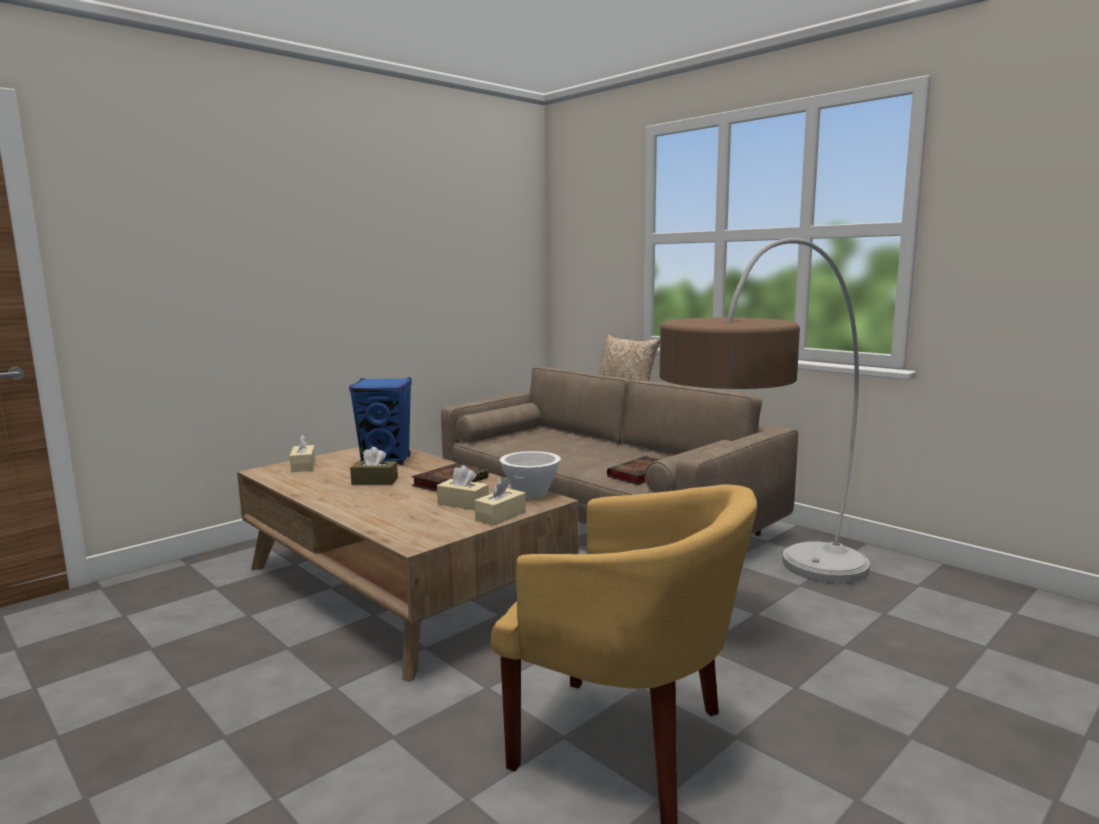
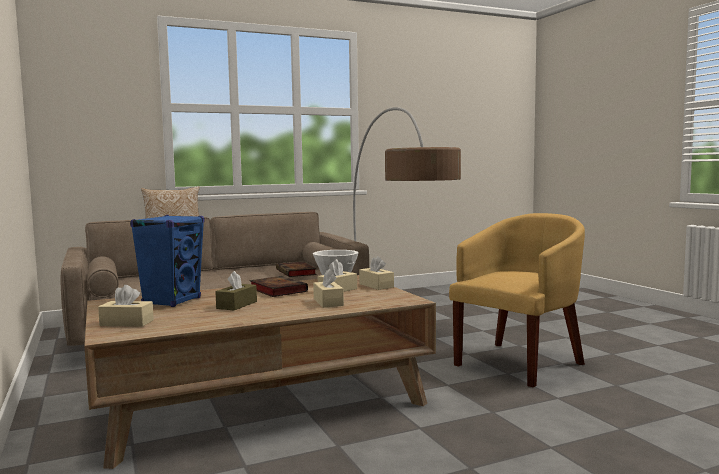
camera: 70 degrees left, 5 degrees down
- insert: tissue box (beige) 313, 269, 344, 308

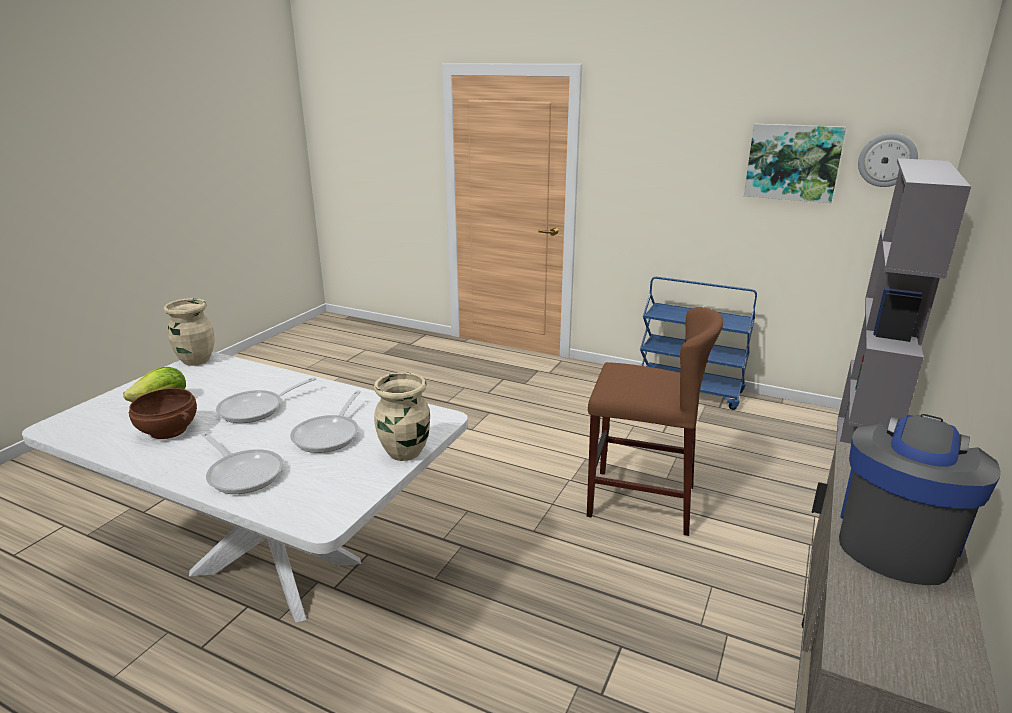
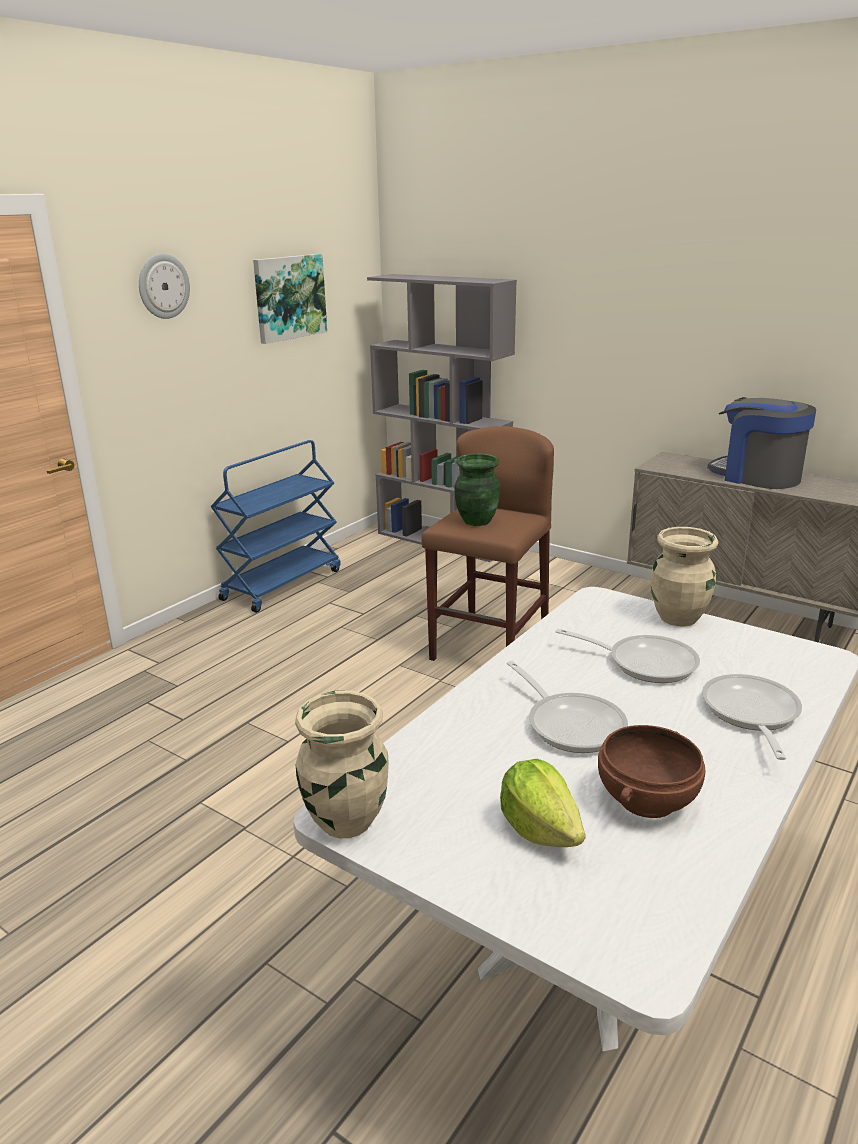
camera: 80 degrees left, 0 degrees up
- insert: decorative vase (greenish) 455, 453, 500, 526
- move: clock on the wall 858, 133, 918, 187 to 139, 253, 190, 319
- rotate: skillet 201, 432, 283, 494 = 702, 674, 802, 760 45 degrees counterclockwise

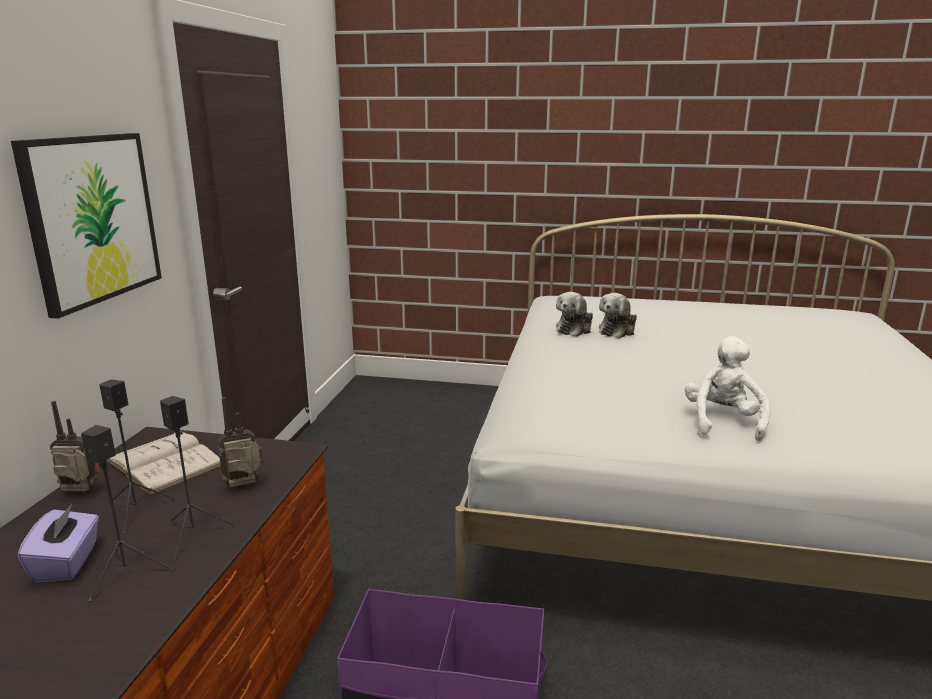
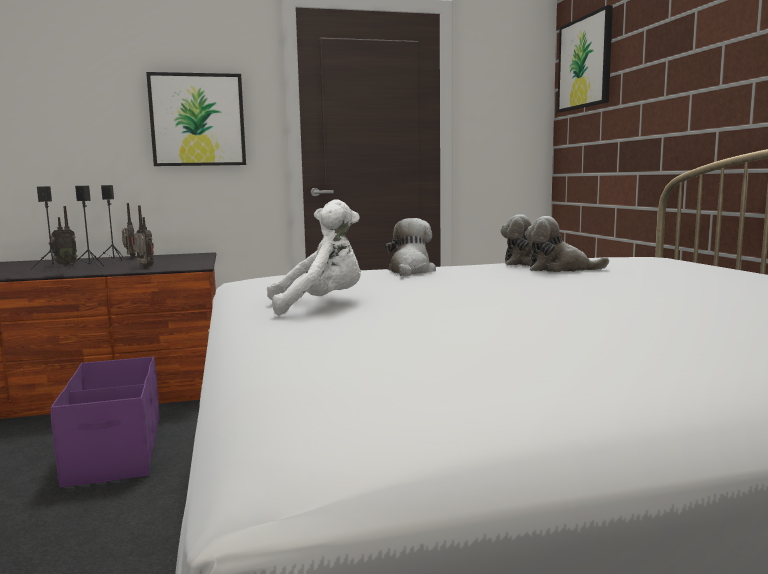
camera: 65 degrees right, 10 degrees down
- delete: book (whitish) 107, 431, 221, 496
- insert: soft toy 385, 218, 436, 276
- insert: wall picture 557, 5, 613, 112
- replace: tissue box (purplish) 17, 504, 99, 583 to radio receiver 49, 206, 78, 265

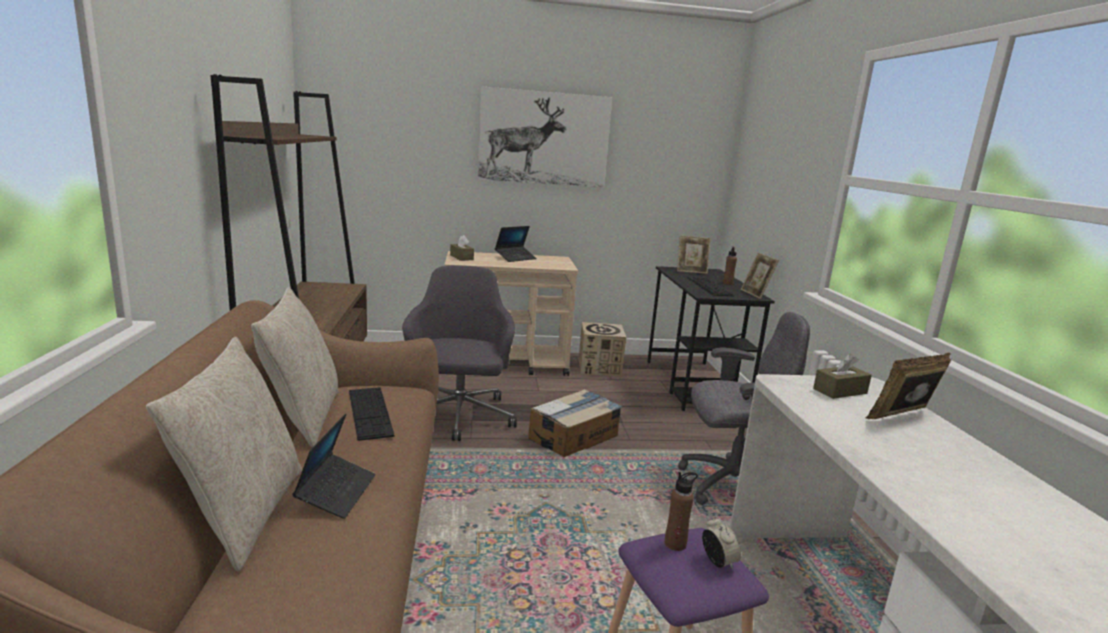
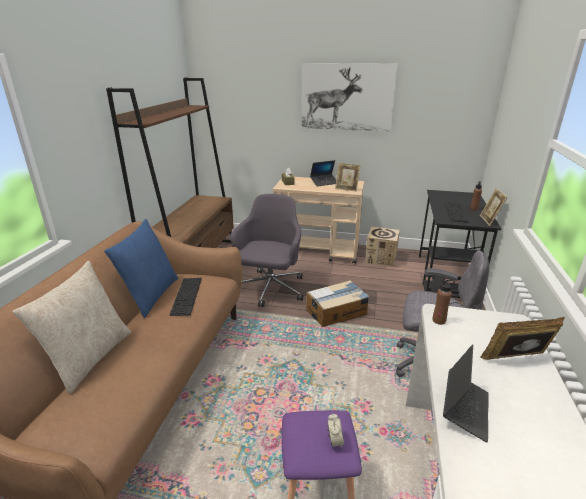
camera: 20 degrees right, 10 degrees up
- delete: tissue box (brownish) 813, 354, 872, 399
- move: notebook computer 292, 414, 376, 519 to 443, 344, 489, 443
- move: beverage bottle (brownish) 665, 472, 698, 551 to 432, 279, 455, 325
- move: photo frame 677, 235, 711, 274 to 335, 163, 361, 192
- recolor: throw pillow (beige) 251, 287, 339, 448 to throw pillow (blue) 104, 219, 178, 318

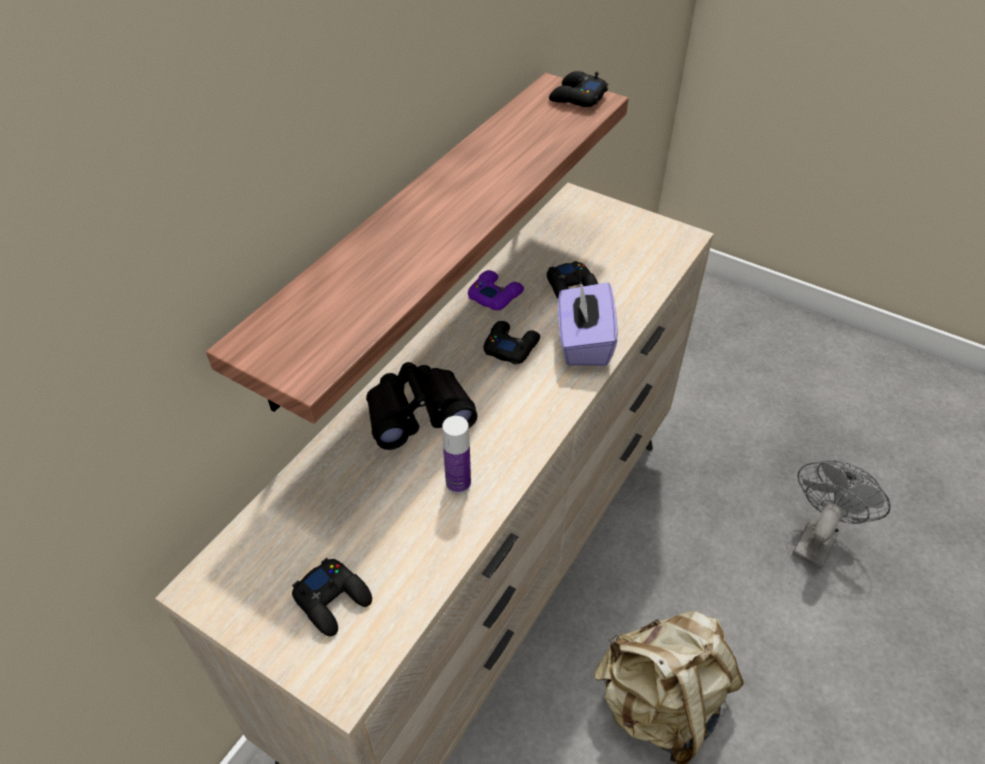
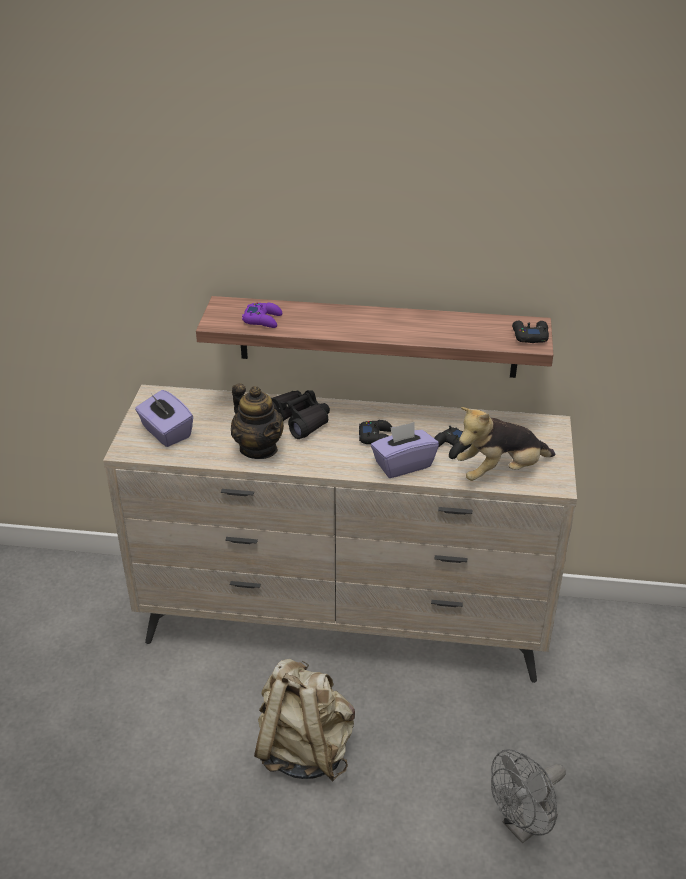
camera: 65 degrees right, 10 degrees down
- insert: soft toy 457, 407, 555, 481
- move: joypad (purplish) 468, 270, 524, 311 to 242, 302, 283, 328
- replace: joypad (black) 292, 558, 372, 636 to tissue box (purplish) 135, 390, 193, 447
- replace: beverage bottle 442, 416, 471, 494 to tea pot 231, 383, 284, 459
- rotate: electric fan (greyish) 792, 460, 891, 569 = 491, 749, 566, 844 135 degrees clockwise

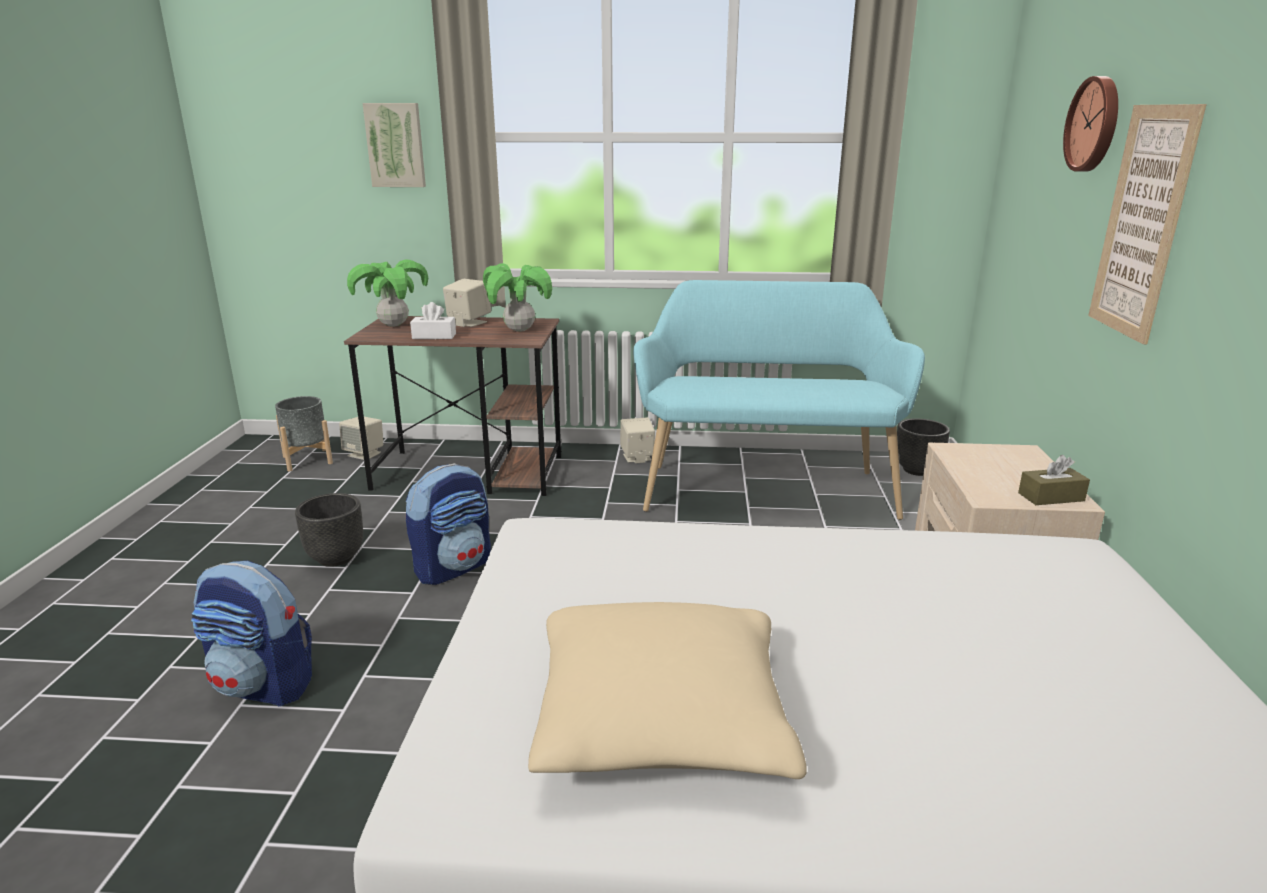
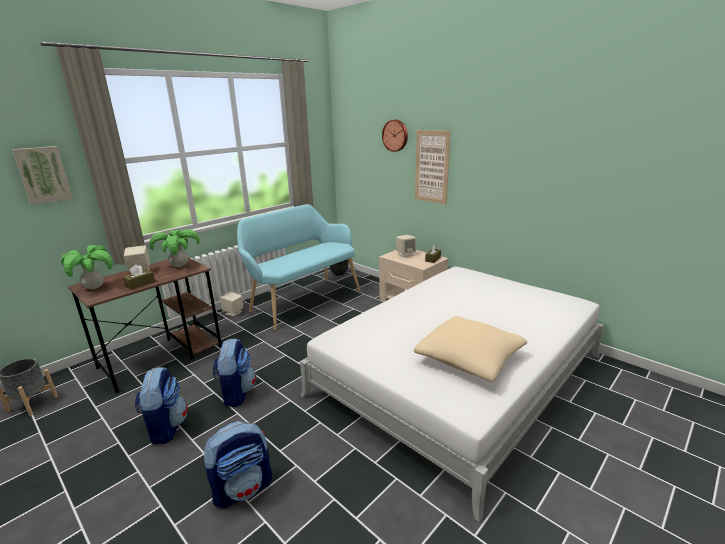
camera: 50 degrees left, 0 degrees up
- move: audio speaker (beige) 339, 417, 383, 460 to 396, 235, 416, 257
- replace: plant pot (black) 295, 493, 363, 567 to rucksack 135, 367, 188, 444
- recolor: tissue box (whitish) 410, 302, 456, 339 to tissue box (brownish) 123, 265, 155, 290

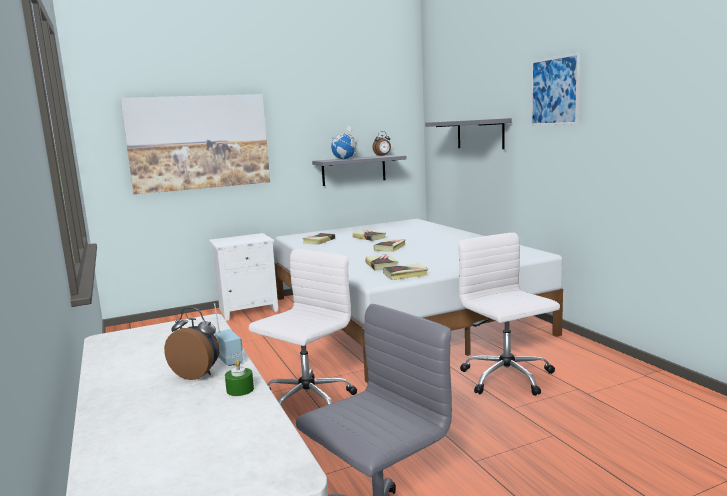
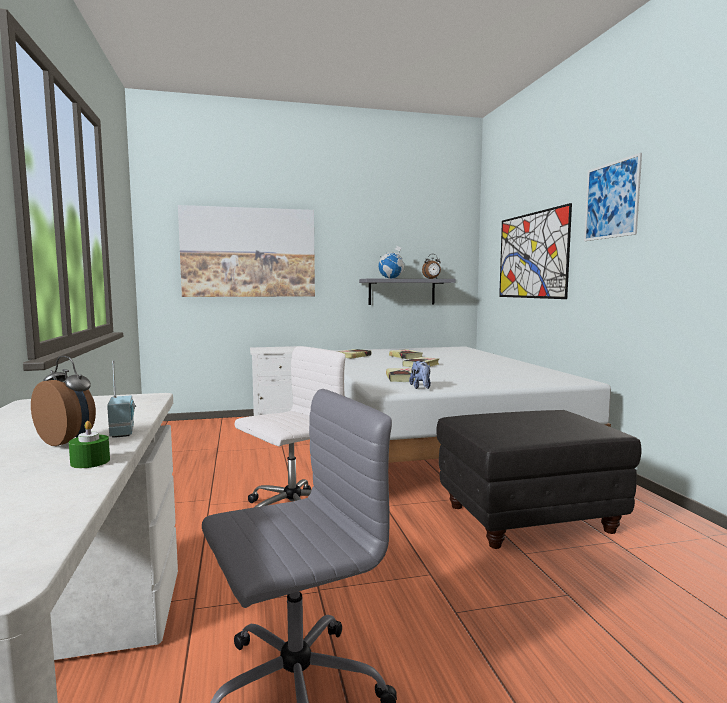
camera: 10 degrees right, 5 degrees down
- replace: book 383, 264, 429, 280 to soft toy 409, 360, 431, 389
- replace: wall shelf (greyish) 425, 118, 512, 149 to wall picture 499, 203, 572, 299
- replace: desk chair (whitish) 458, 233, 560, 396 to ottoman (black) 436, 410, 642, 549

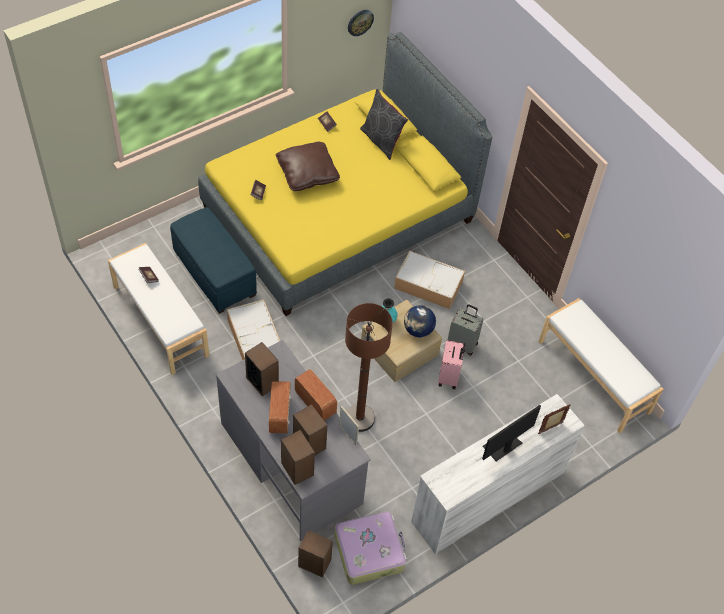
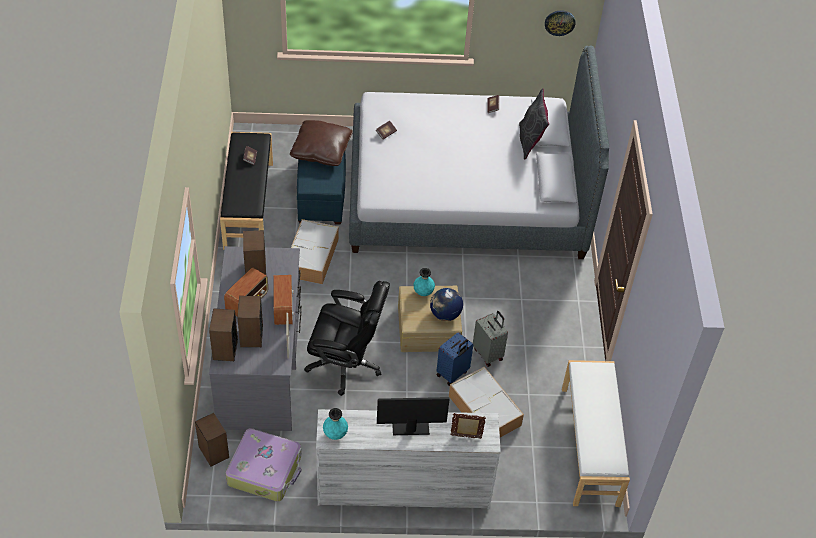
camera: 35 degrees right, 5 degrees down
- insert: decorative vase (turquoise) 323, 408, 348, 440
- move: throw pillow (brownish) 276, 142, 340, 191 to 290, 120, 353, 166
- move: storage box 394, 251, 465, 309 to 449, 367, 524, 438
- replace: standard lamp (brownish) 345, 303, 393, 432 to desk chair (black) 304, 281, 390, 396
- recolor: long seat (whitish) 108, 243, 209, 375 to long seat (black) 220, 132, 273, 250
- recolor: bed (yellowish) 198, 32, 492, 316 to bed (greyish) 349, 45, 609, 259
- recolor: piece of luggage (pink-coloured) 438, 340, 465, 389 to piece of luggage (blue) 437, 332, 473, 386

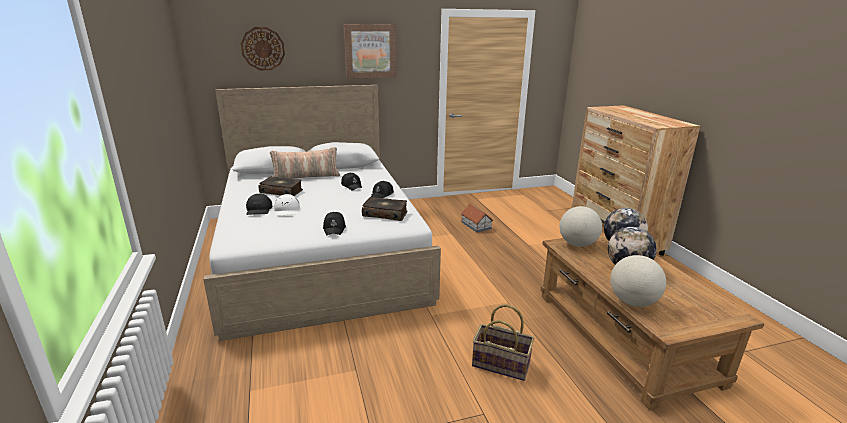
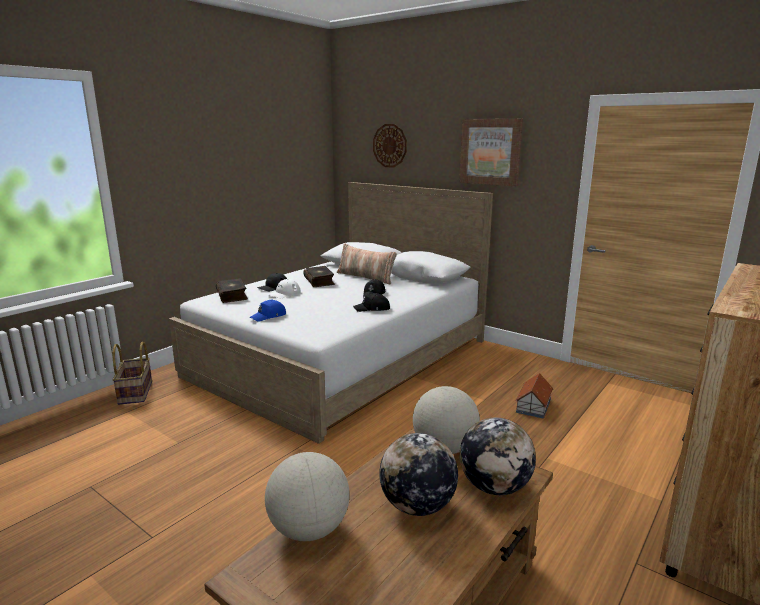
camera: 55 degrees right, 5 degrees down
- move: book 362, 197, 408, 221 to 216, 278, 248, 303
- move: household basket 472, 304, 534, 381 to 112, 342, 152, 405
- recolor: cap (black) 323, 212, 346, 235 to cap (blue) 250, 299, 286, 322

